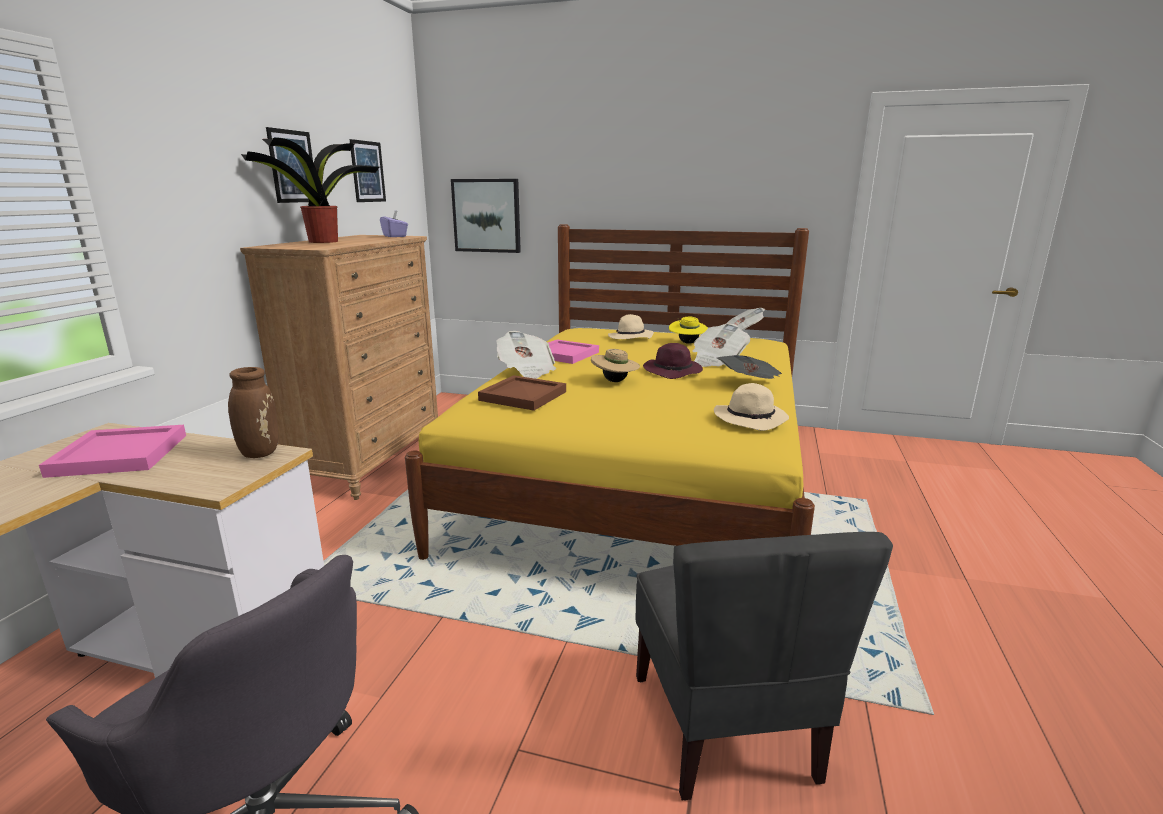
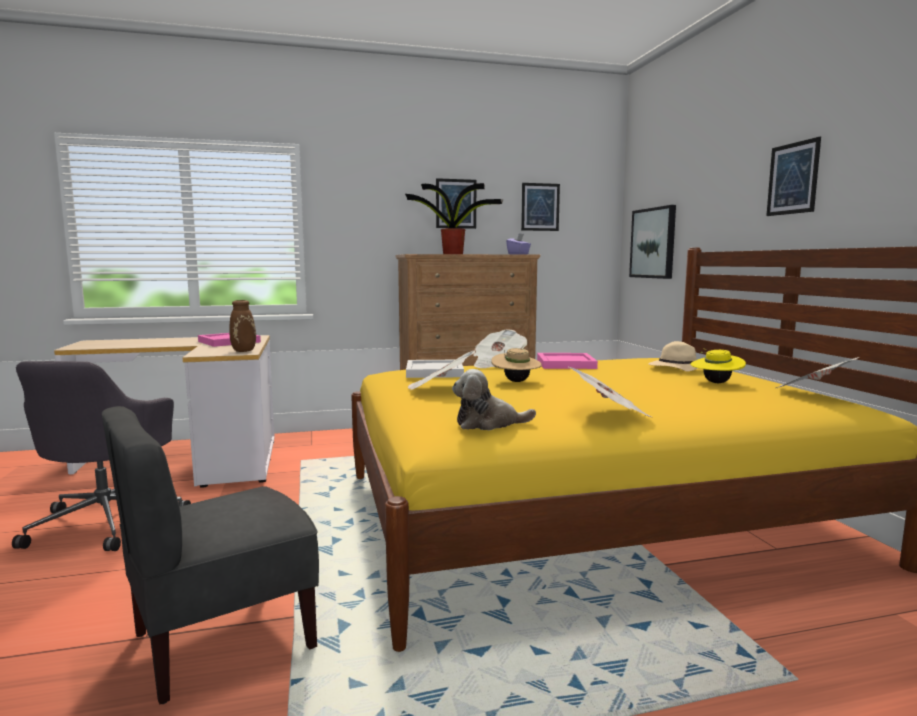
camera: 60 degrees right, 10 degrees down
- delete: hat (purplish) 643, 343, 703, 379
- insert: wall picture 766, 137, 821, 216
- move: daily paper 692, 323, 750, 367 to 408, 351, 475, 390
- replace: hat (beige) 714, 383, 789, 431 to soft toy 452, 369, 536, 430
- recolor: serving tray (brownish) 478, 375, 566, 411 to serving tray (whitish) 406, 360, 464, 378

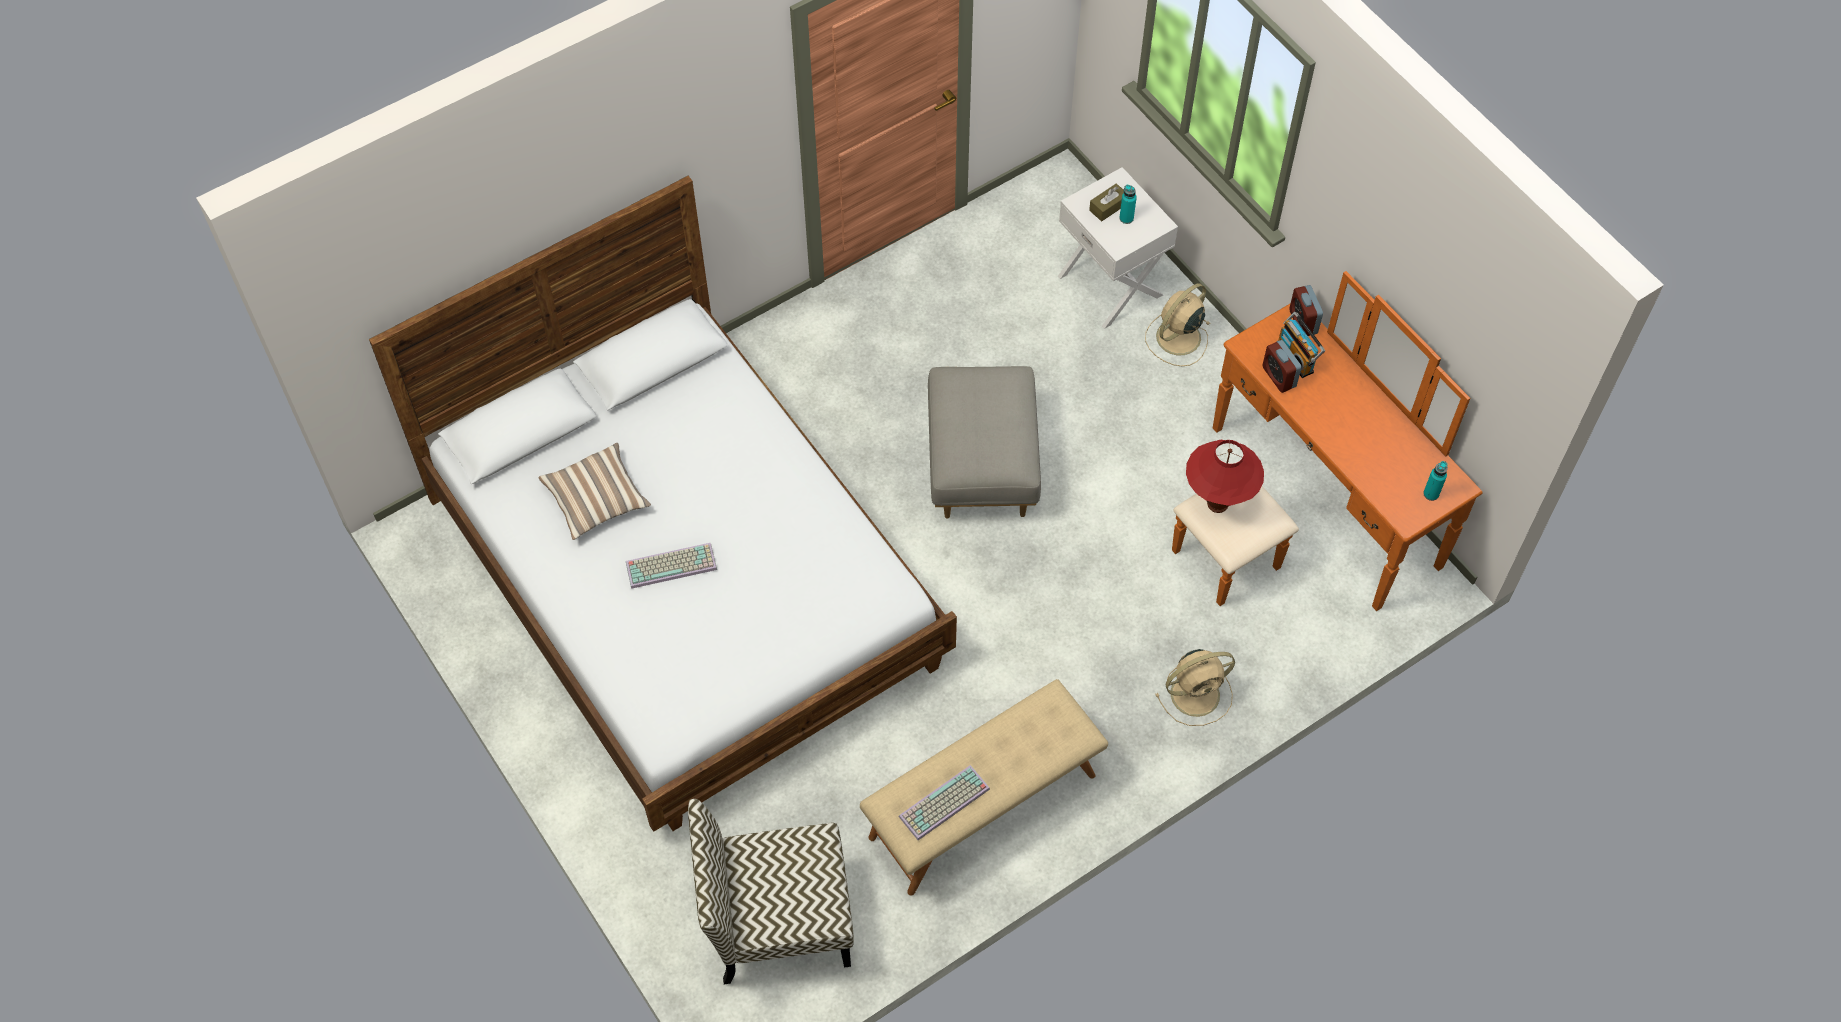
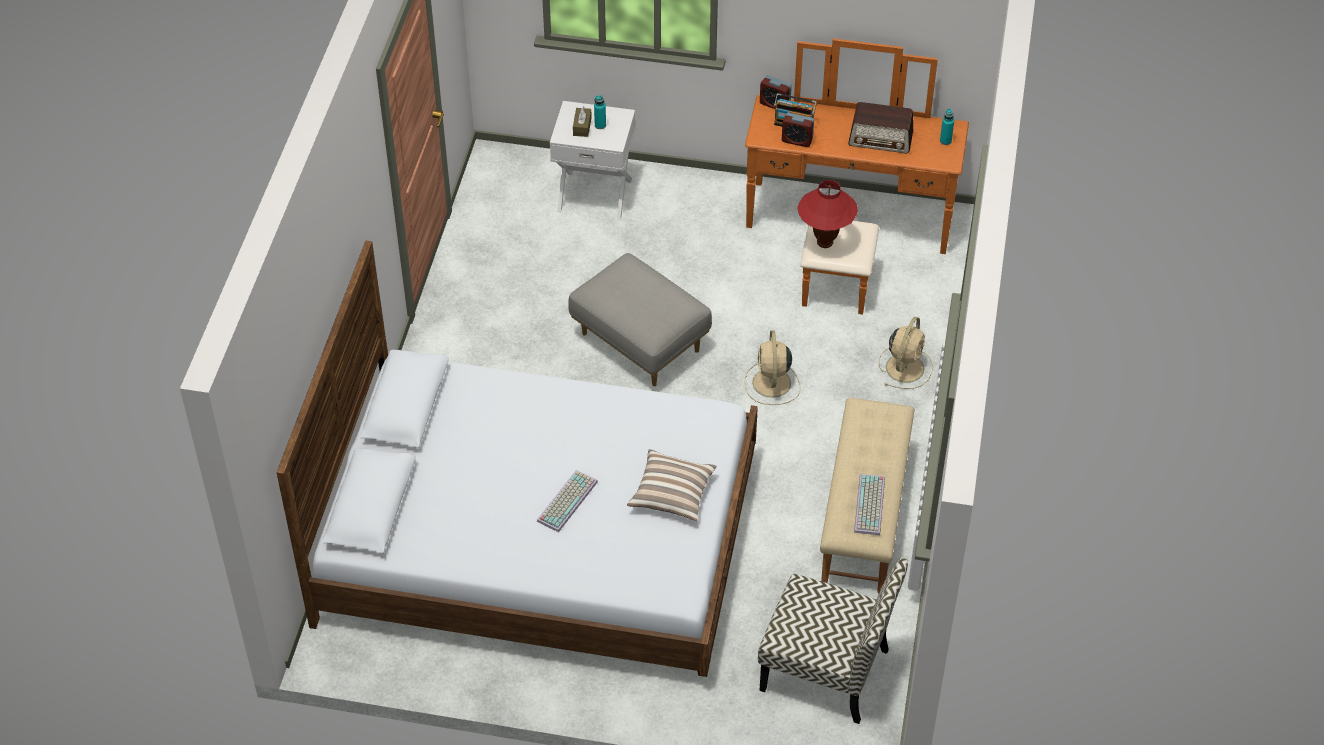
camera: 45 degrees left, 10 degrees down
- insert: radio receiver 848, 102, 913, 153
- move: throw pillow 539, 443, 651, 540 to 627, 449, 717, 521
- move: electric fan (beige) 1145, 283, 1210, 366 to 745, 330, 801, 405
- rotate: plain chair 688, 799, 854, 984 = 758, 558, 908, 724 105 degrees counterclockwise

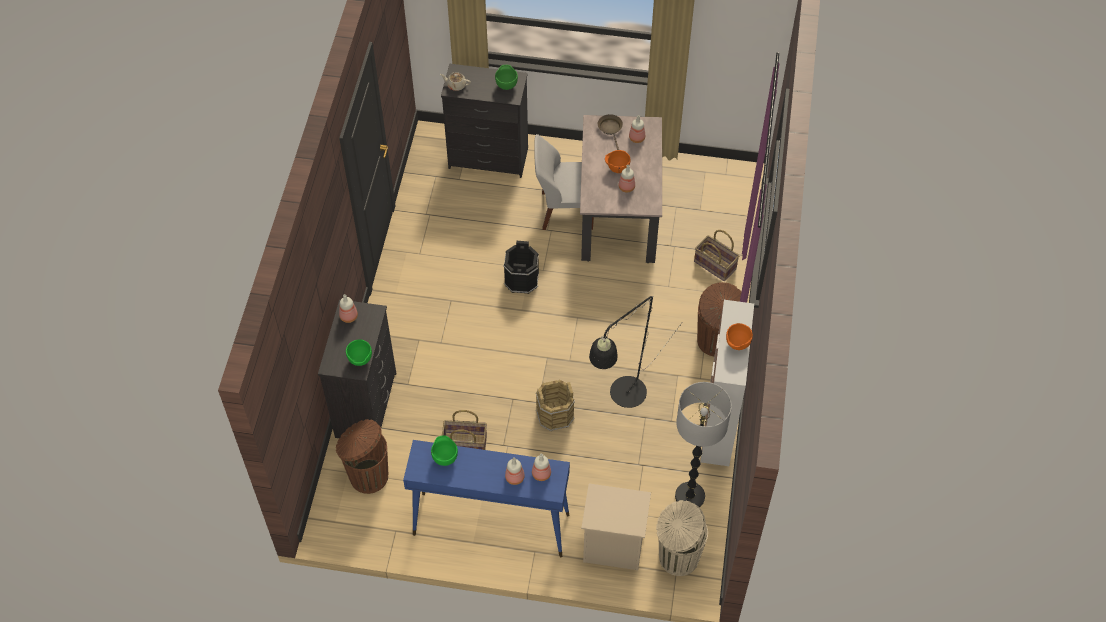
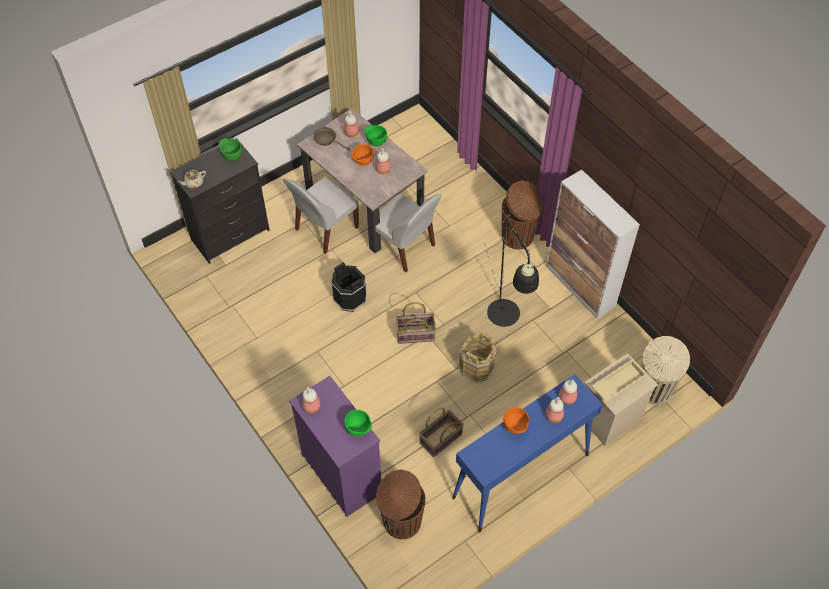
camera: 45 degrees left, 0 degrees up
- delete: standard lamp 675, 382, 732, 508
- insert: plain chair (whitish) 375, 194, 442, 272
- insert: serving tray (beige) 592, 359, 647, 402
- move: deep dish (greenish) 431, 435, 458, 466 to 364, 125, 387, 146
- move: household basket 694, 230, 739, 281 to 396, 302, 436, 344
- move: deep dish (orangey) 726, 323, 753, 350 to 504, 407, 529, 434
- recolor: dresser (black) 318, 299, 396, 438 to dresser (purplish) 289, 376, 381, 517

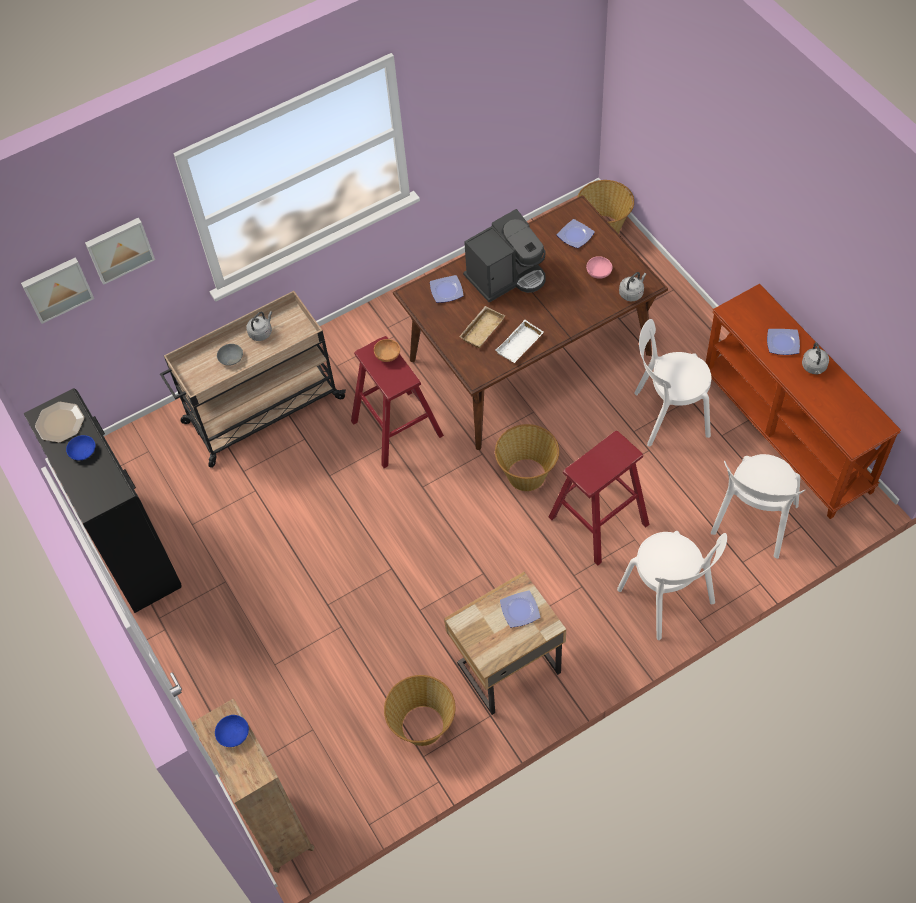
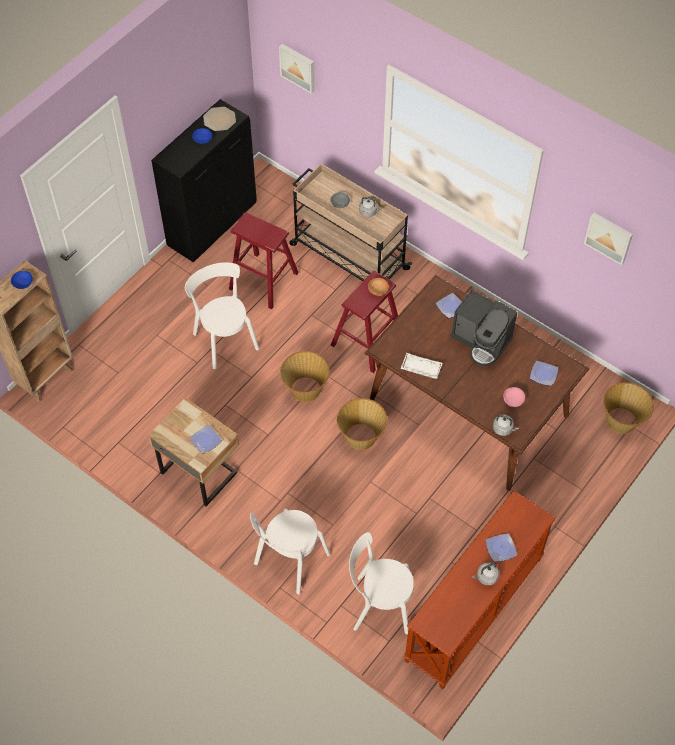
camera: 65 degrees right, 0 degrees up
- delete: serving tray (beige) 459, 306, 505, 348
- move: wall picture 85, 218, 155, 285 to 584, 213, 633, 265
- move: household basket 384, 675, 455, 746 to 280, 351, 330, 402
- move: stool seat (reddish) 549, 431, 649, 566 to 229, 212, 299, 310
- move: plain chair (whitish) 634, 319, 711, 447 to 185, 262, 259, 369

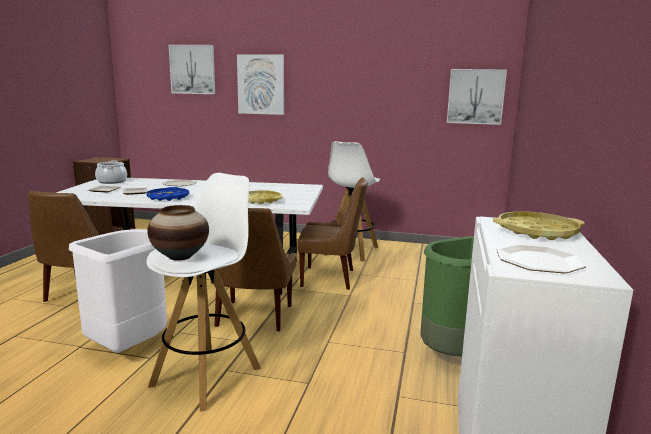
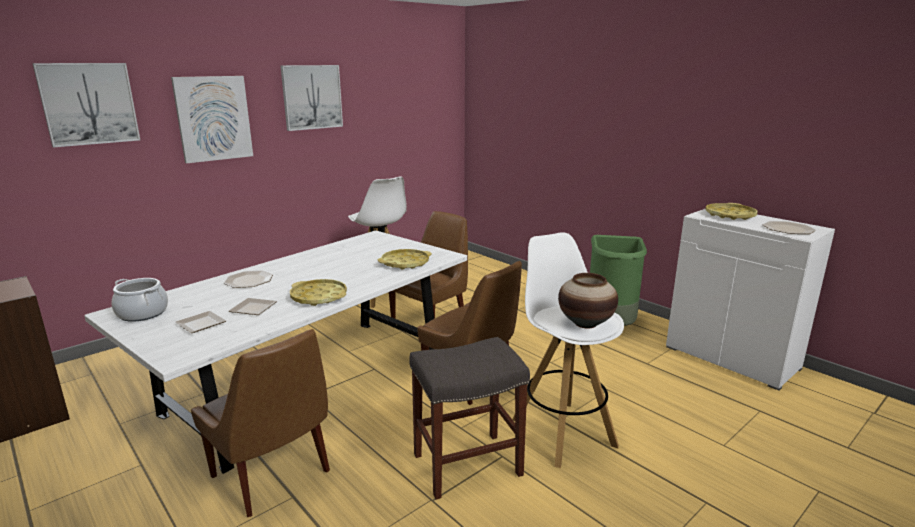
camera: 55 degrees left, 5 degrees up
- move: wall picture 447, 69, 507, 125 to 280, 65, 343, 131
- replace: trash can (whitish) 69, 229, 167, 353 to stool seat (greyish) 409, 337, 530, 499
- recolor: serving tray (blue) 146, 187, 189, 201 to serving tray (yellowish) 290, 279, 347, 306

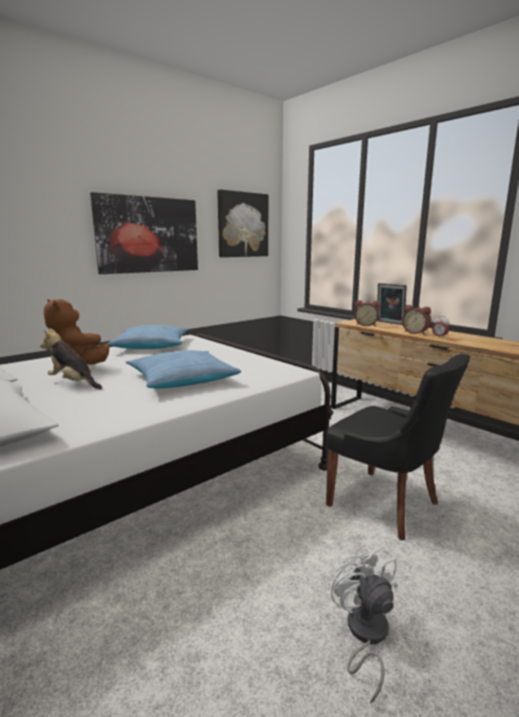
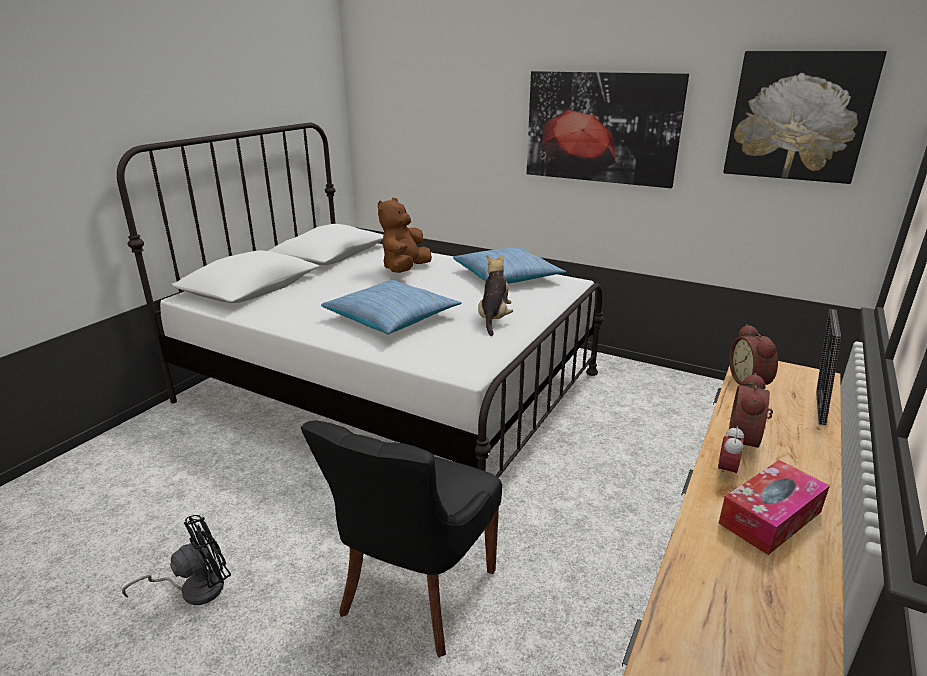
camera: 70 degrees right, 10 degrees up
- insert: tissue box 719, 460, 830, 555
- move: soft toy 40, 328, 102, 389 to 478, 254, 513, 336
- recolor: electric fan (whitish) 331, 543, 397, 704 to electric fan (black) 122, 515, 231, 605

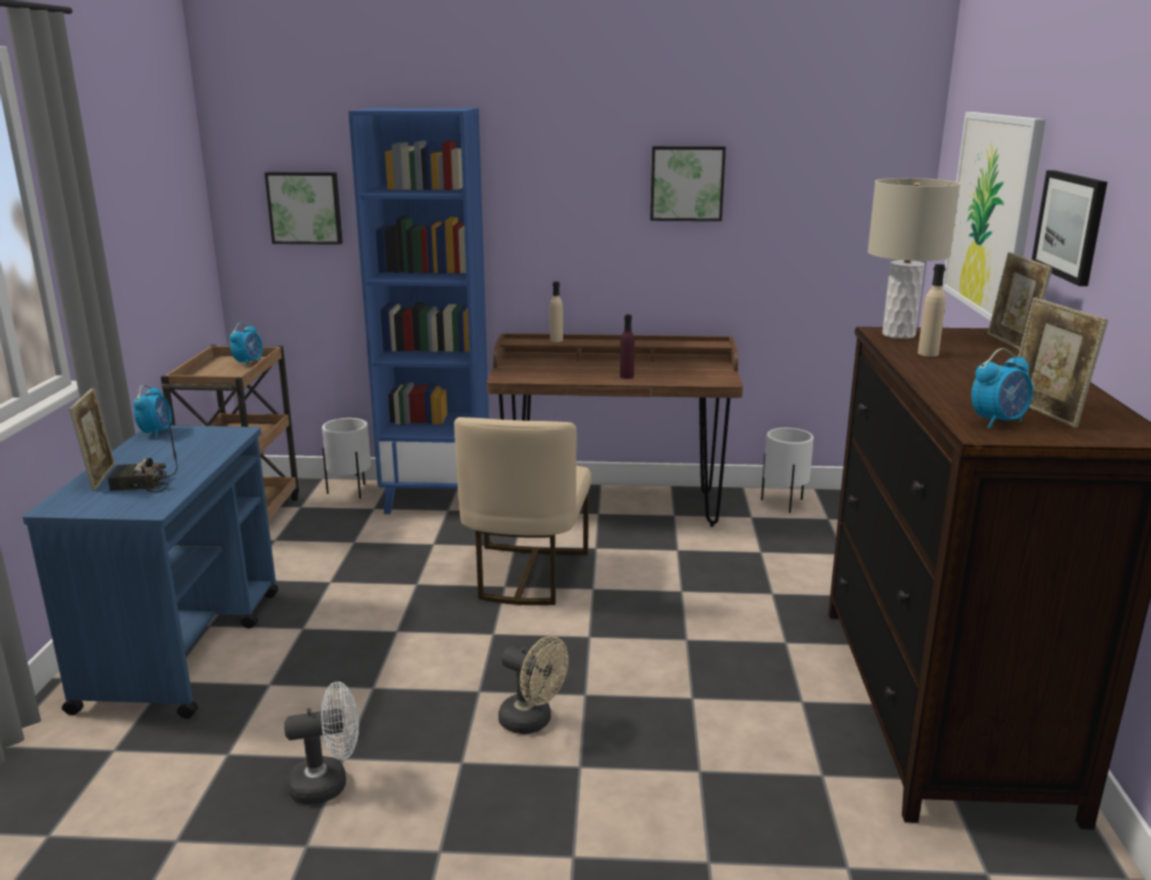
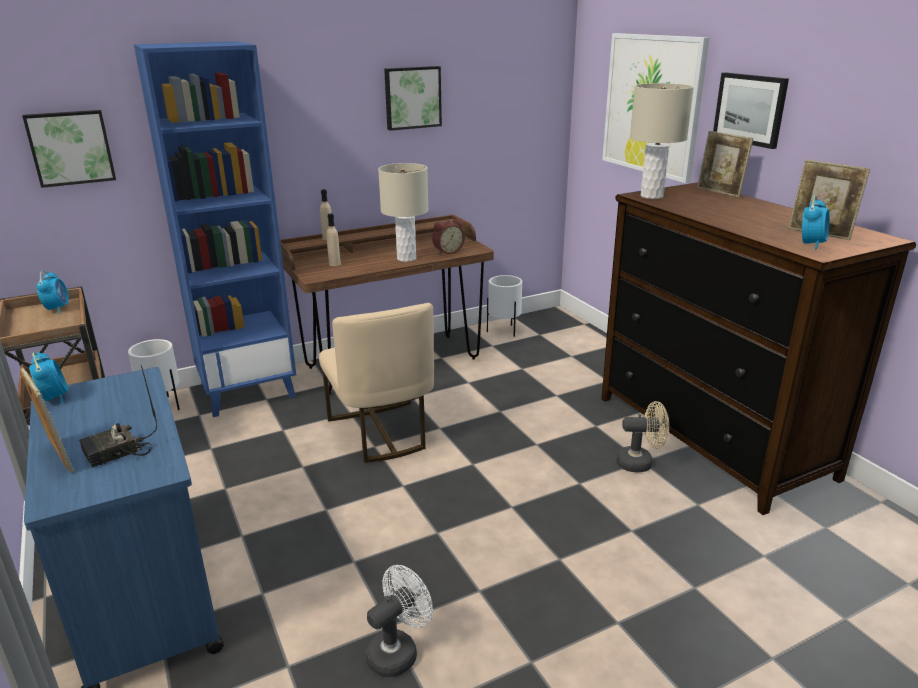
camera: 30 degrees left, 5 degrees up
- insert: table clock 432, 218, 465, 255
- move: electric fan (beige) 498, 636, 569, 734 to 616, 401, 669, 472
- move: beverage bottle (beige) 918, 264, 946, 357 to 327, 213, 341, 266
- replace: beverage bottle (purplish) 620, 314, 635, 379 to table lamp (beige) 378, 163, 429, 262

